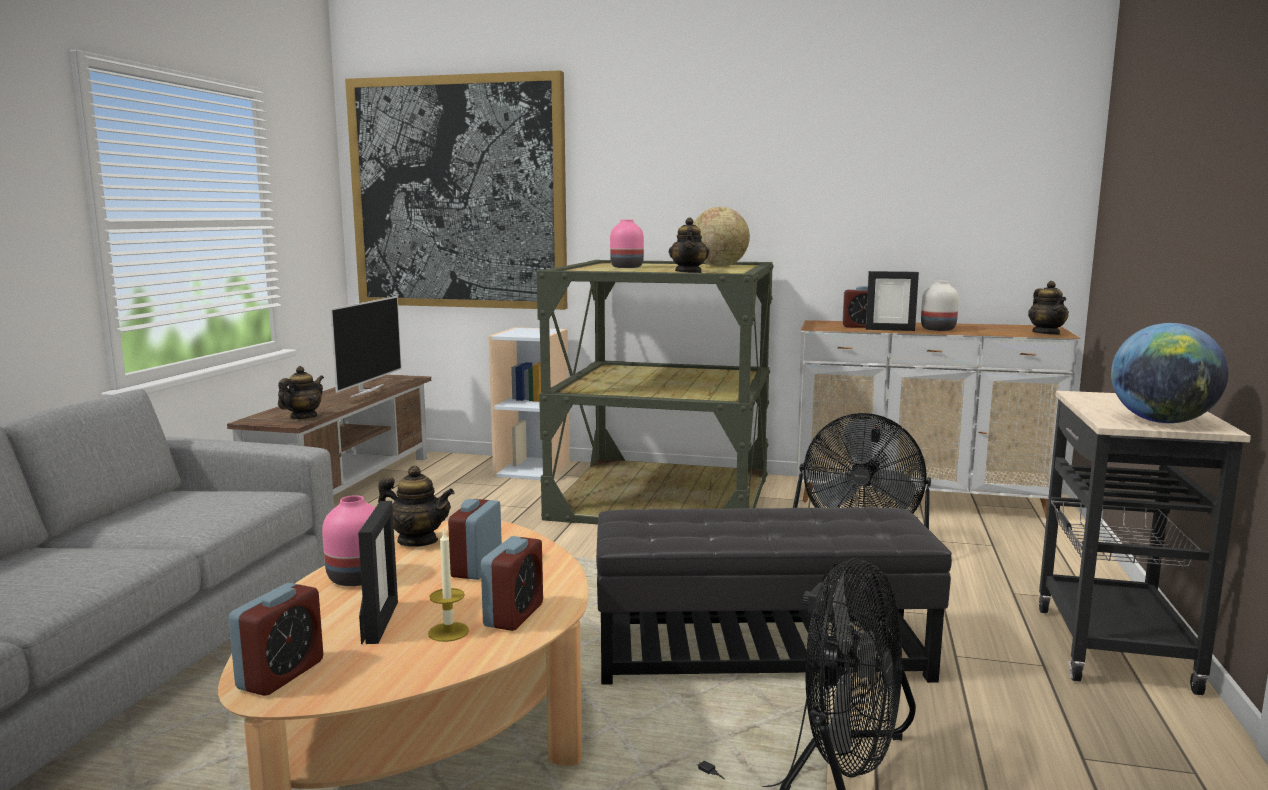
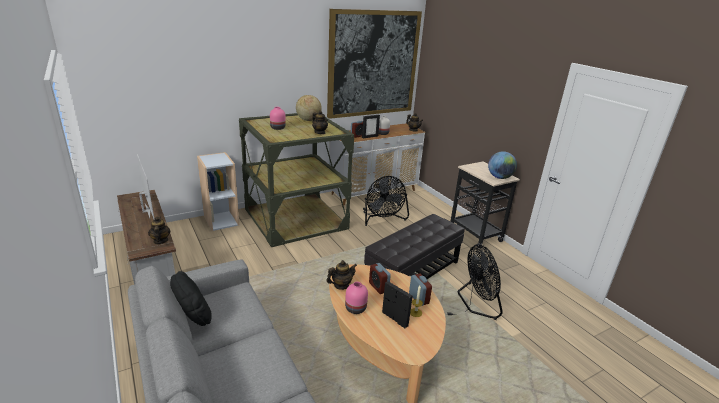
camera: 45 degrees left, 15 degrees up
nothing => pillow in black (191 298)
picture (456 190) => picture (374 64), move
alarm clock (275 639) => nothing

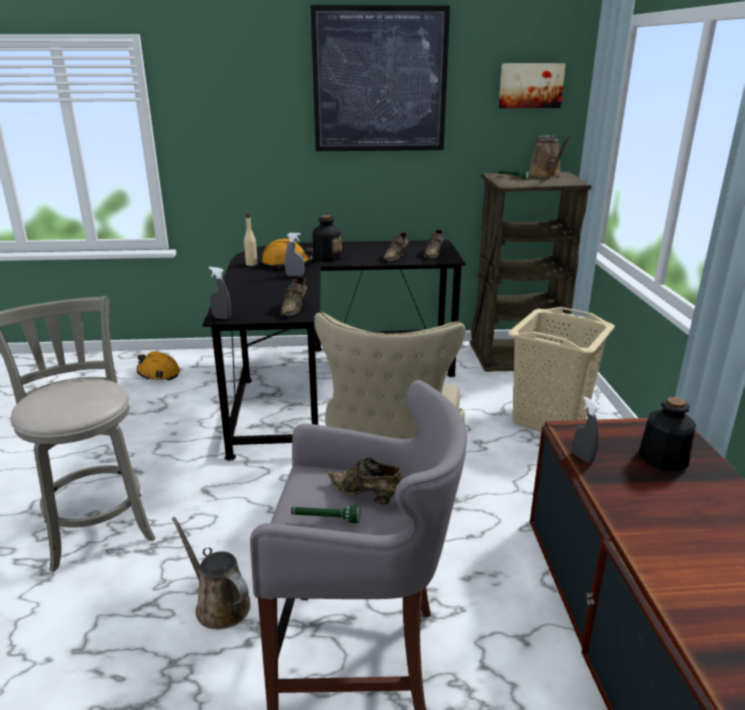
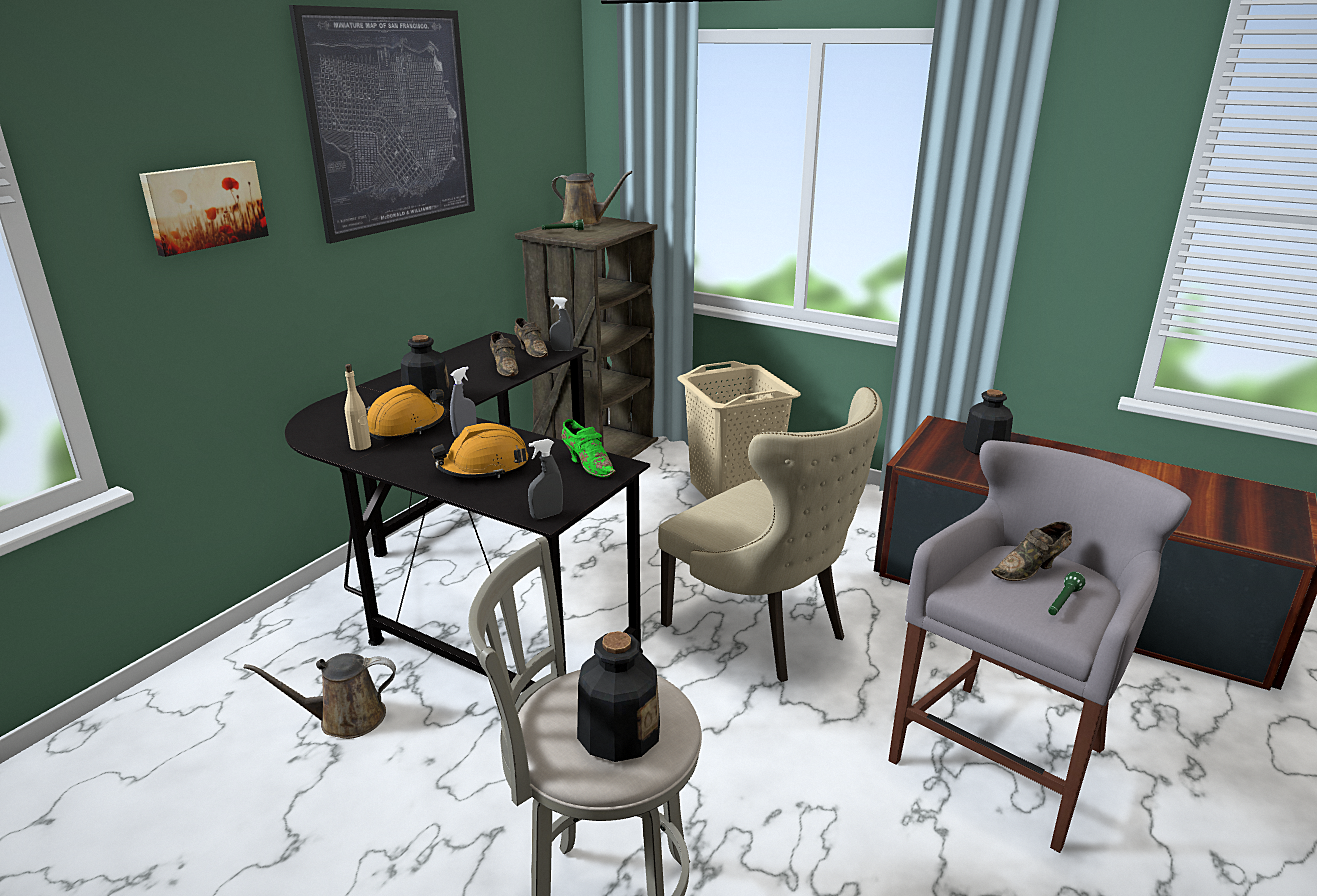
camera: 55 degrees left, 0 degrees up
picture (532 86) => picture (204 208), move
watering can in brown (211 573) => watering can in brown (319 696), move
hard hat in orange (158 365) => hard hat in orange (479 450), move
spray bottle in grey (586 430) => spray bottle in grey (561 324), move
shoe in brown (294 296) => shoe in green (588 448)
nothing => bottle (618 696)

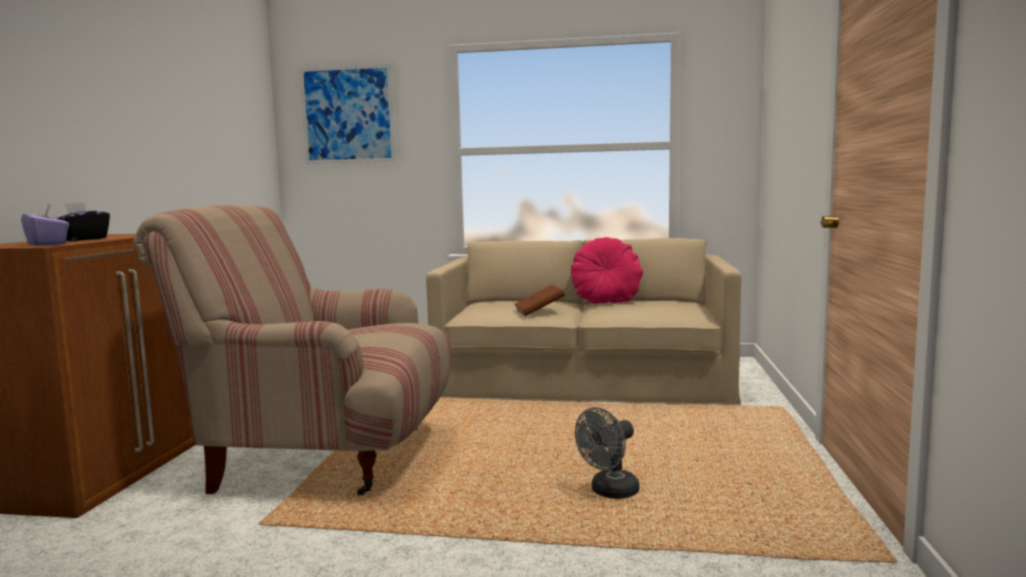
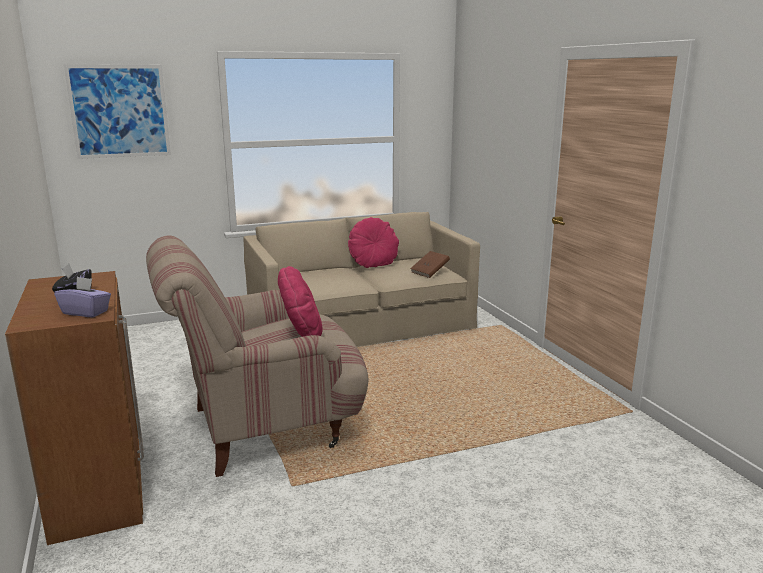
camera: 30 degrees left, 10 degrees up
nothing => pillow in pink (300 301)
book in brown (539 300) => book in brown (430 264), move
fan in grey (607 453) => nothing

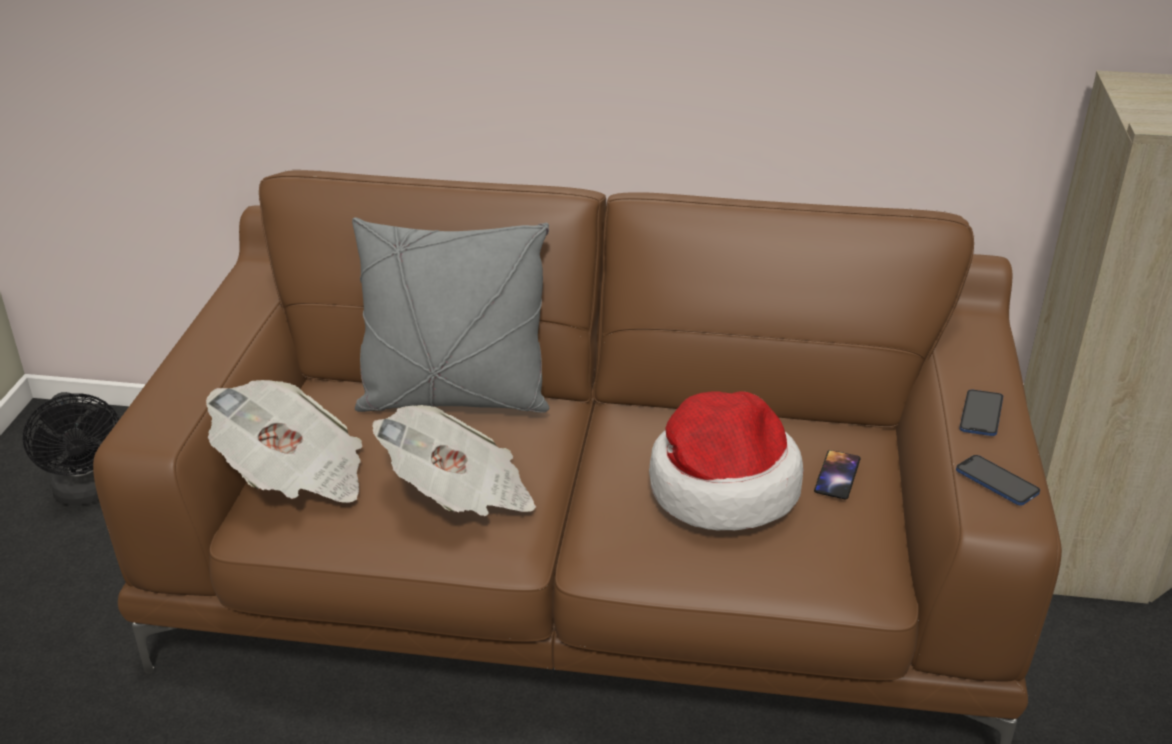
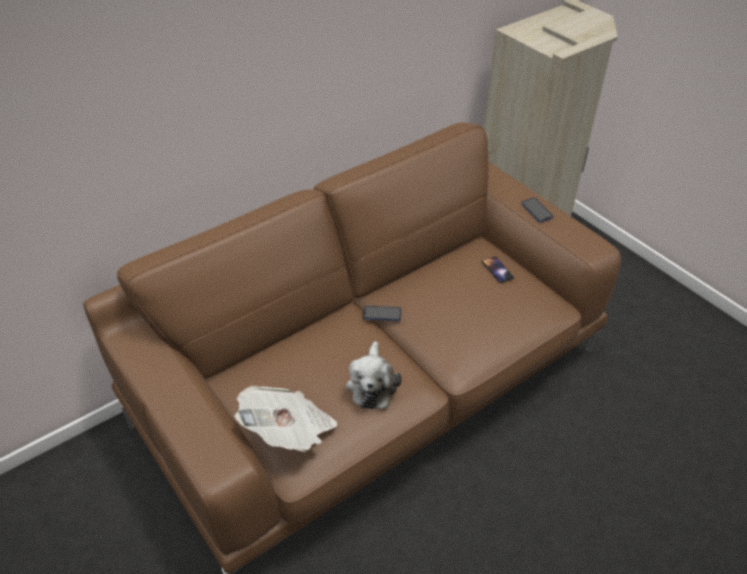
camera: 45 degrees left, 10 degrees up
newspaper (454 460) => plush toy (374 375)
phone (998 480) => phone (382 313), move
fan in black (71 449) => nothing
pillow in grey (450 315) => nothing
hat (726 460) => nothing

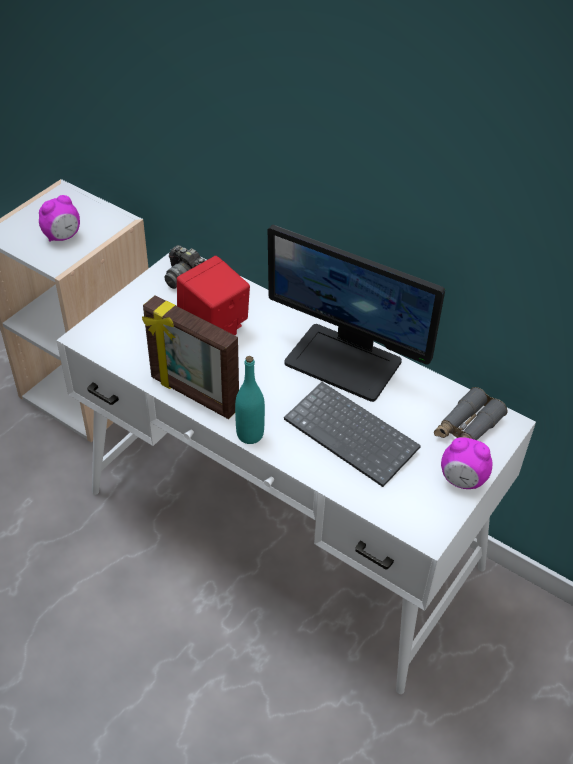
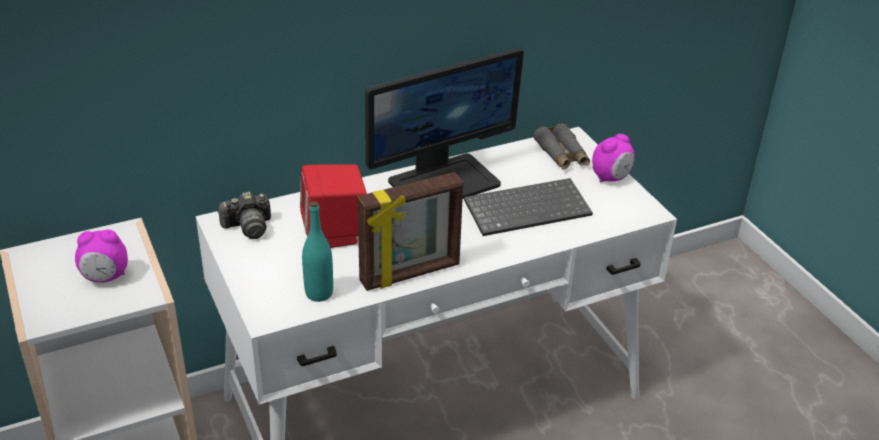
camera: 60 degrees left, 10 degrees down
alarm clock (59 218) => alarm clock (101 256), 90 degrees clockwise
bottle in turquoise (250 400) => bottle in turquoise (317 251), move

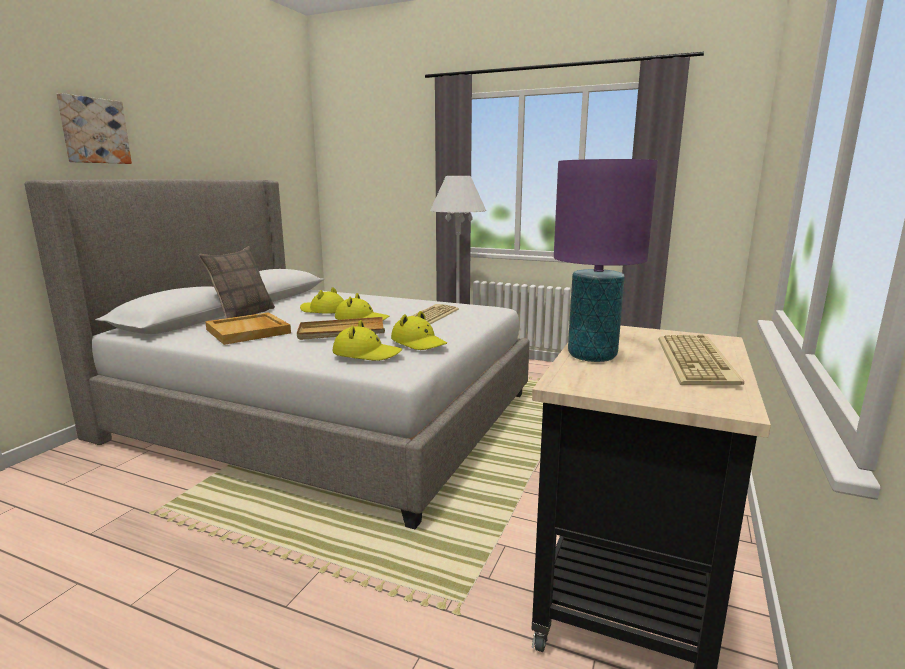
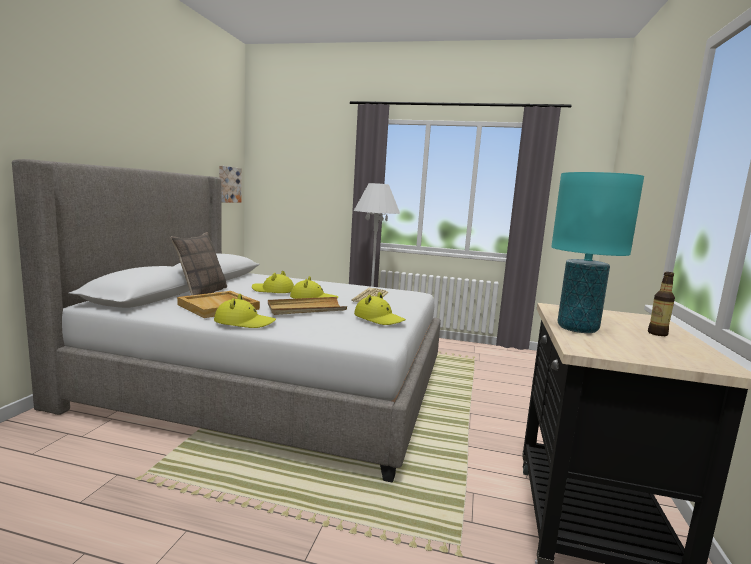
camera: 10 degrees left, 5 degrees down
hat in yellow (367 340) => hat in yellow (245 311), move
picture (94 128) => picture (230 184), move
table lamp in purple (606 260) => table lamp in turquoise (597 252)
keyboard (701 360) => bottle (661 304)

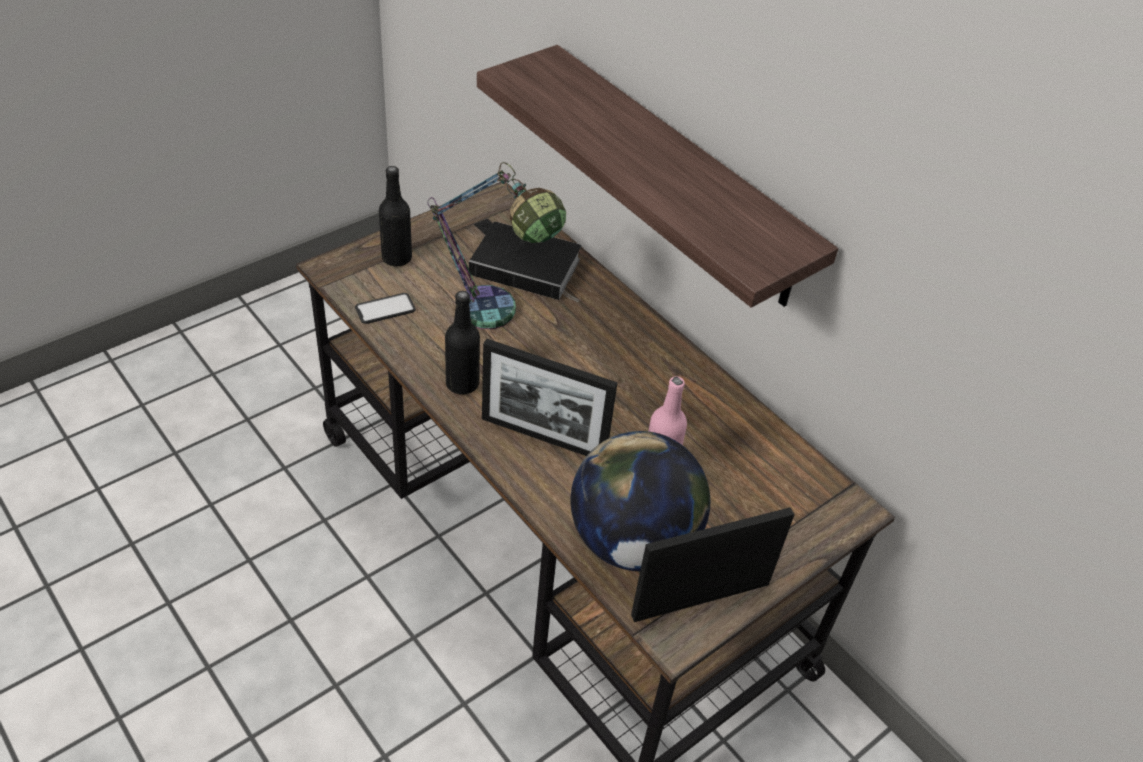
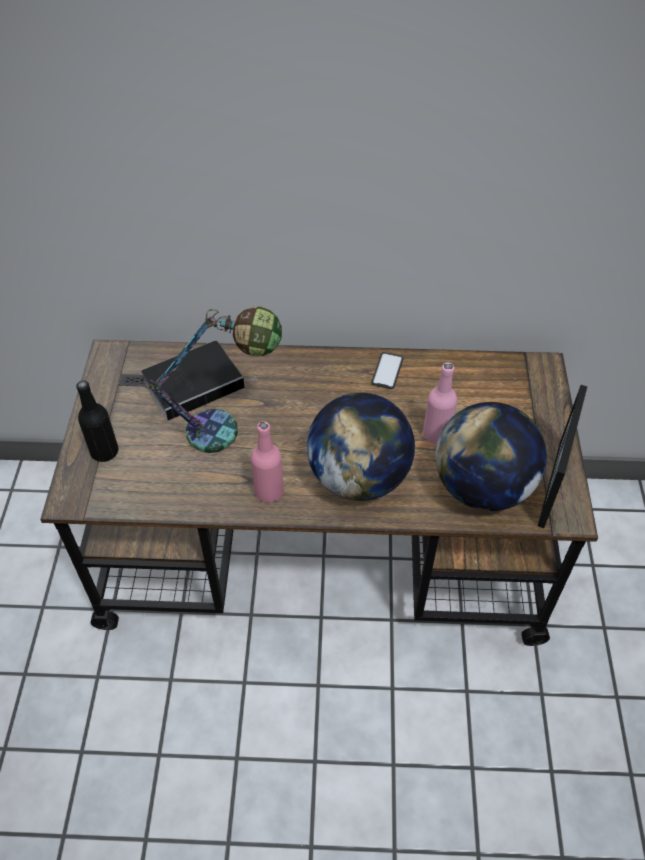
camera: 45 degrees left, 5 degrees up
bottle in black (462 343) => bottle in pink (267 461)
picture frame (550 397) => globe (361 447)
phone (385 308) => phone (387 370), move
shelf (657 176) => nothing

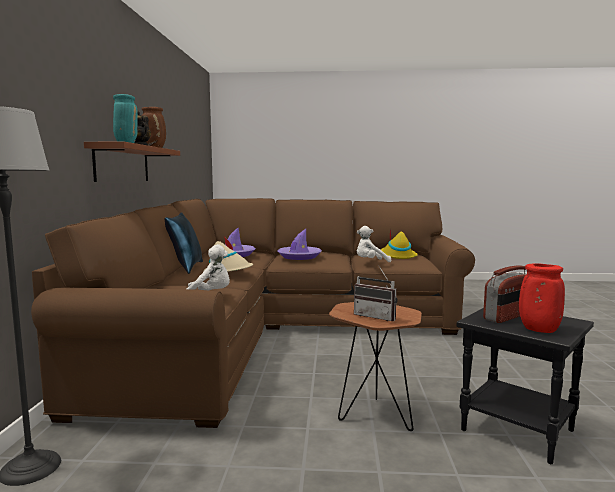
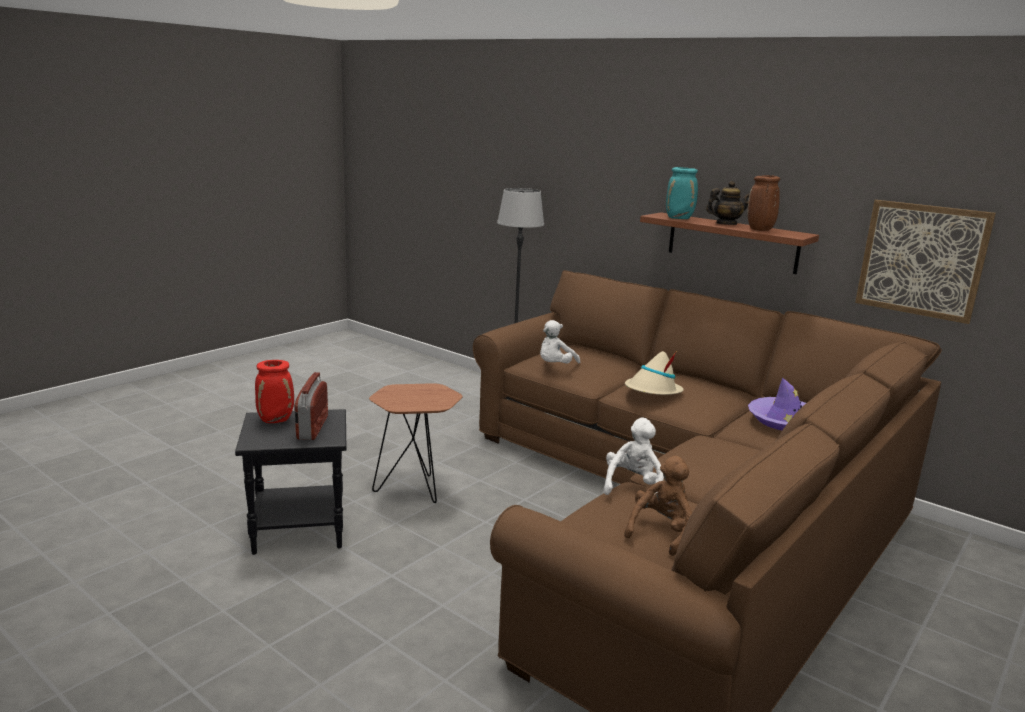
camera: 125 degrees right, 10 degrees up
hat in yellow (399 244) => plush toy in brown (658 506)
nothing => picture (925 262)
pillow in blue (184 243) => nothing
hat in purple (300 244) => nothing
radio (375 293) => nothing

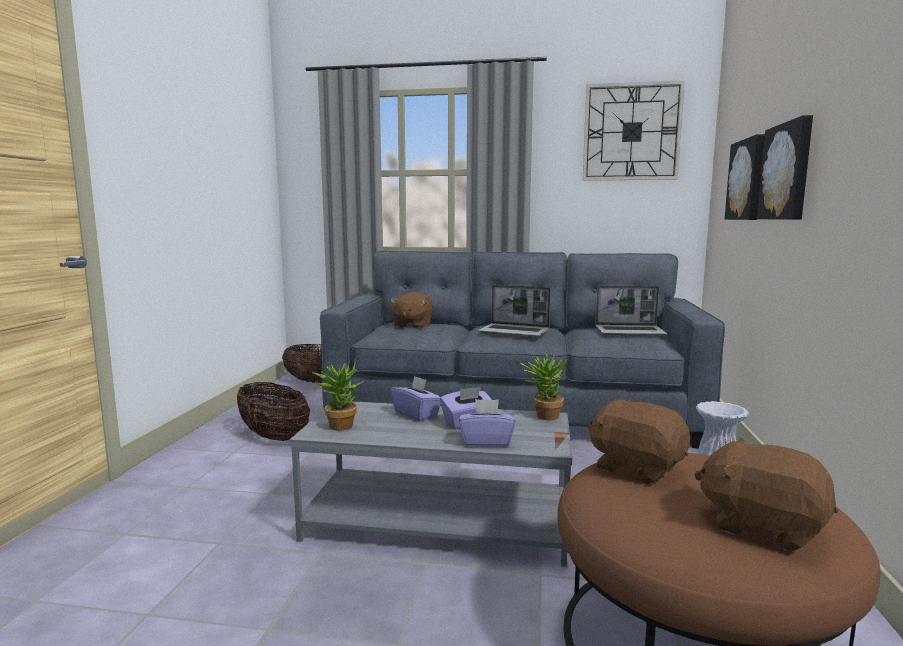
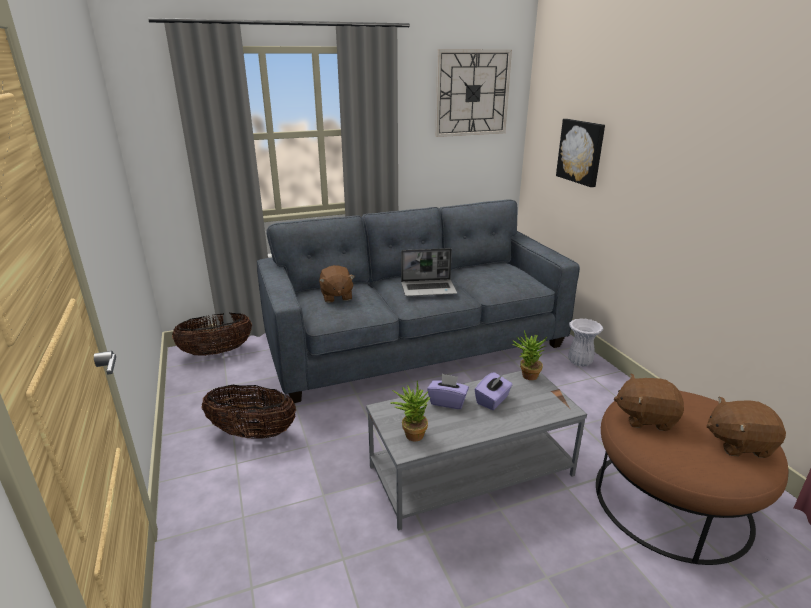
camera: 30 degrees left, 15 degrees up
tissue box in purple (487 423) => nothing
laptop (631 310) => nothing
picture (785 167) => nothing

